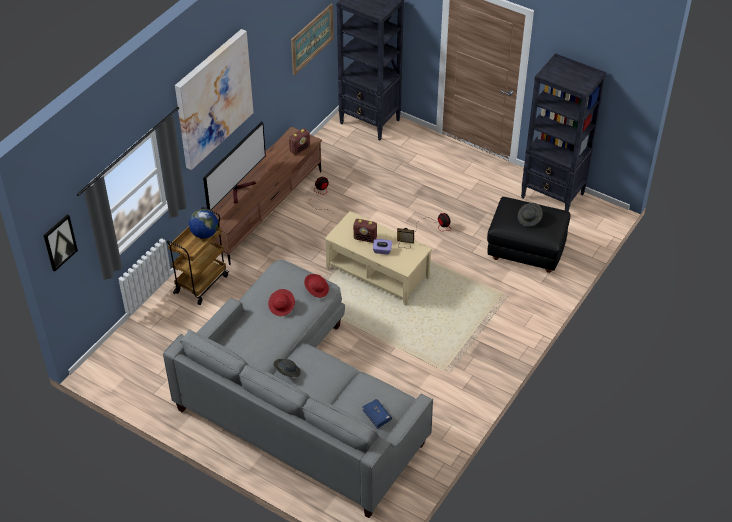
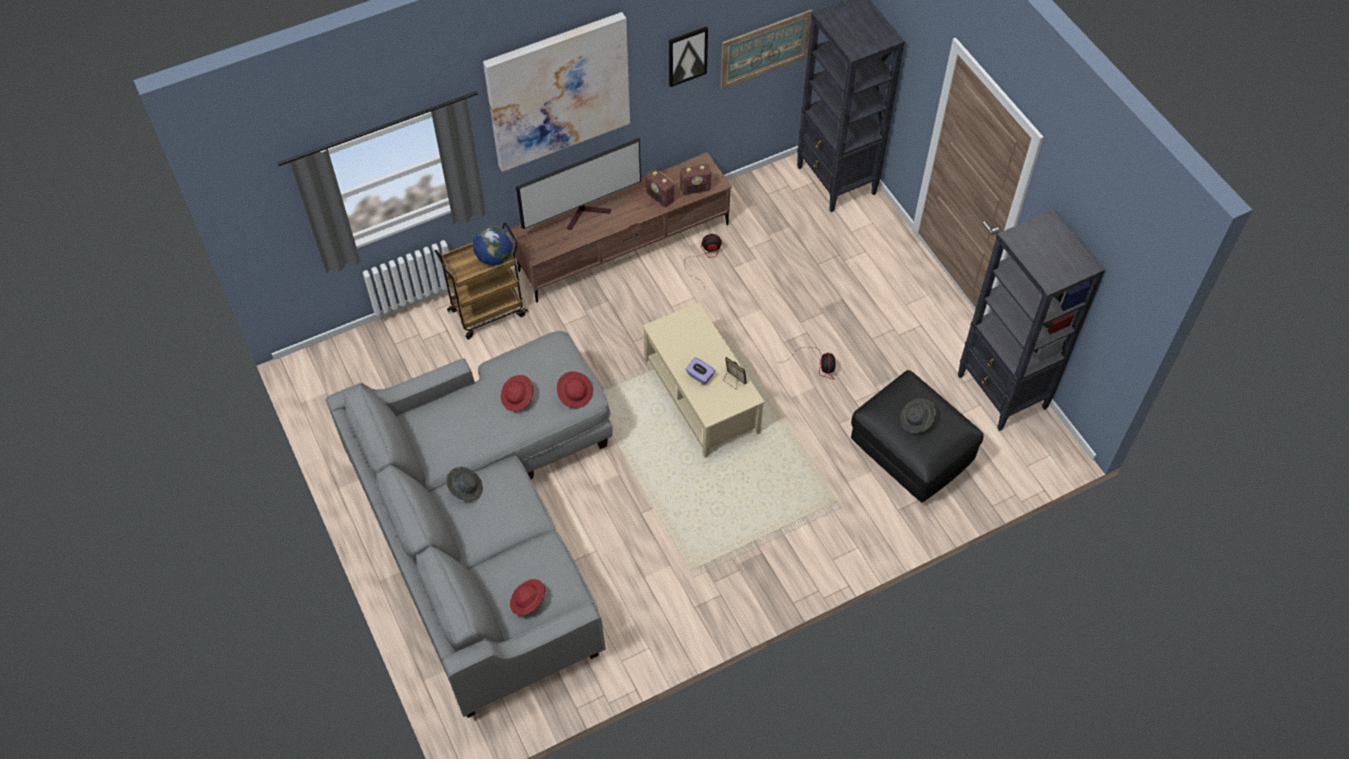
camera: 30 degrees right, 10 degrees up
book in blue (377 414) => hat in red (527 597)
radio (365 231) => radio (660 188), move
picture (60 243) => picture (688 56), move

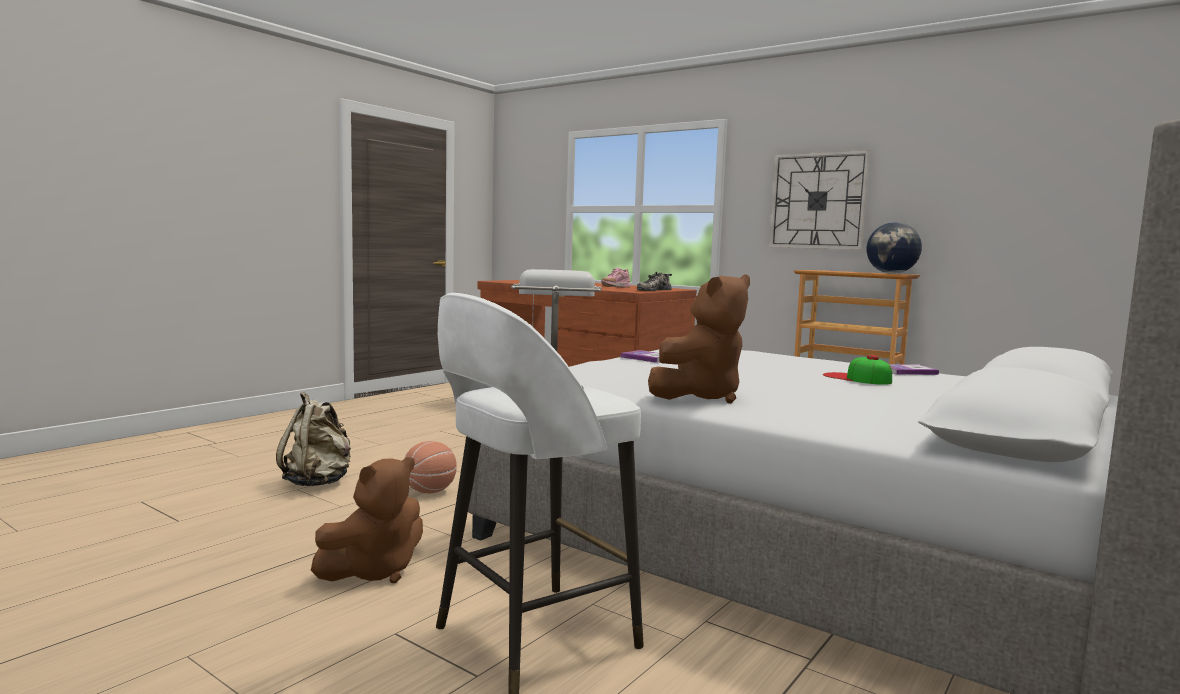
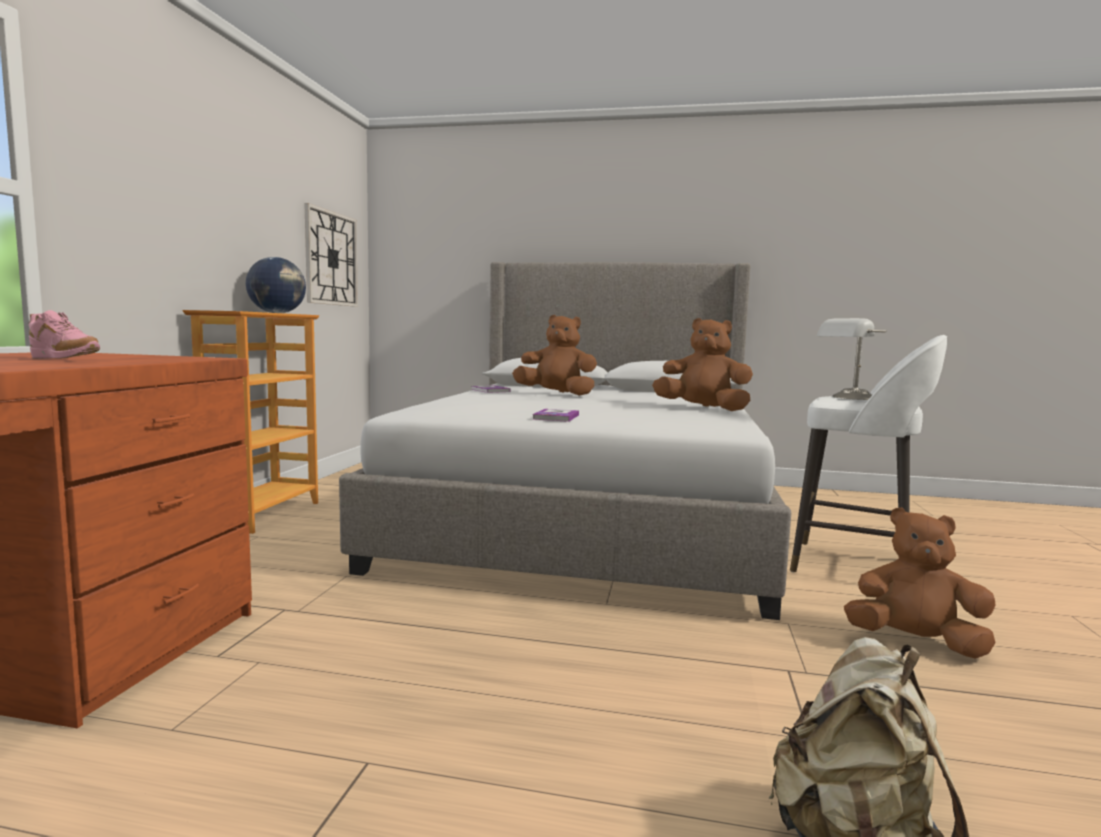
camera: 115 degrees left, 0 degrees up
wall clock (819 200) => wall clock (331 255), move
cap (857 370) => plush toy in brown (554 355)
basketball (430 467) => nothing
shoe (654 281) => nothing

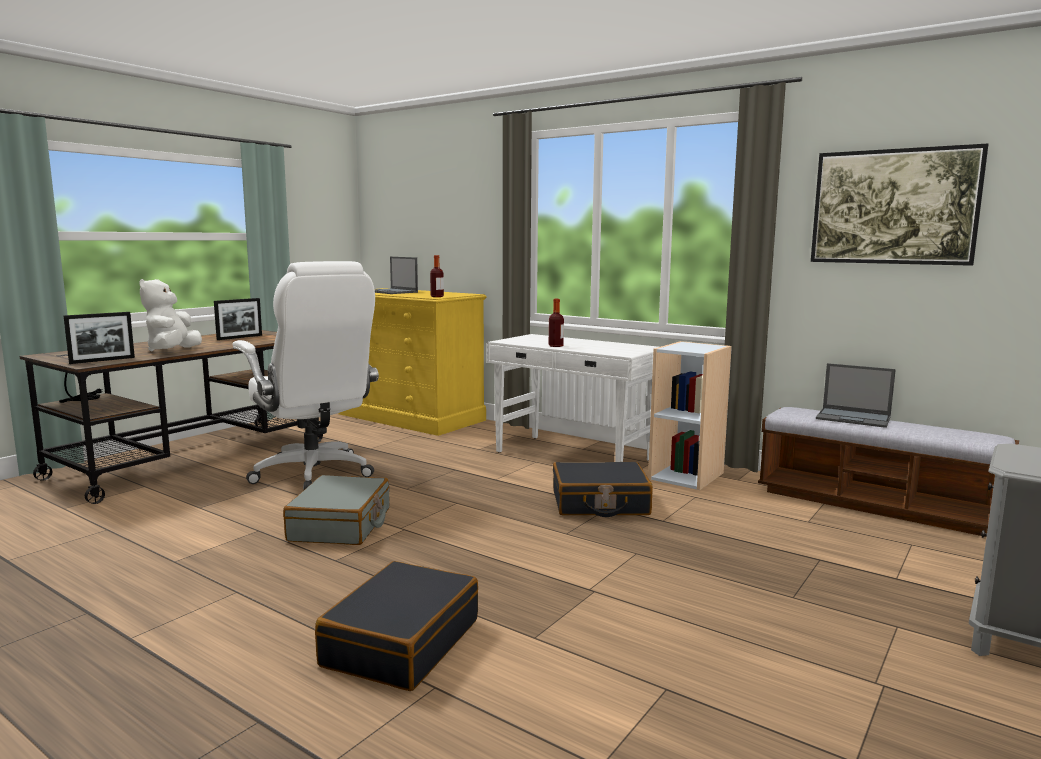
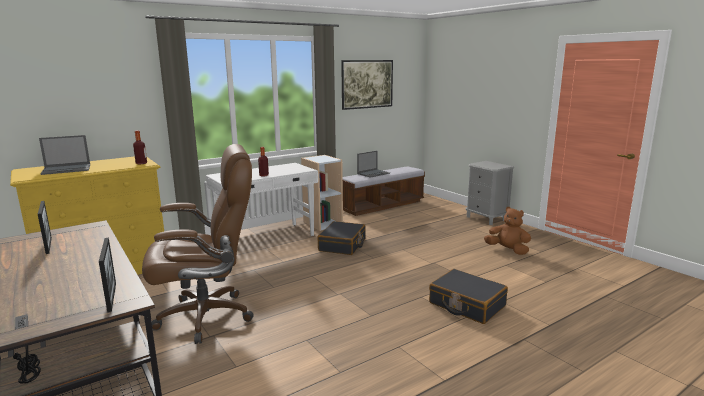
camera: 70 degrees left, 5 degrees up
office chair in white (305 375) => office chair in brown (198 244)
nothing => plush toy in brown (507 231)
plush toy in white (170 315) => nothing
suitcase in grey (336 510) => nothing

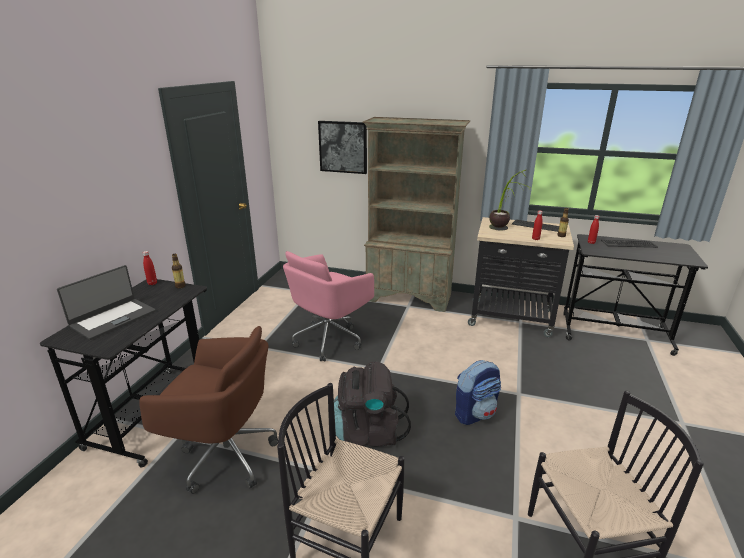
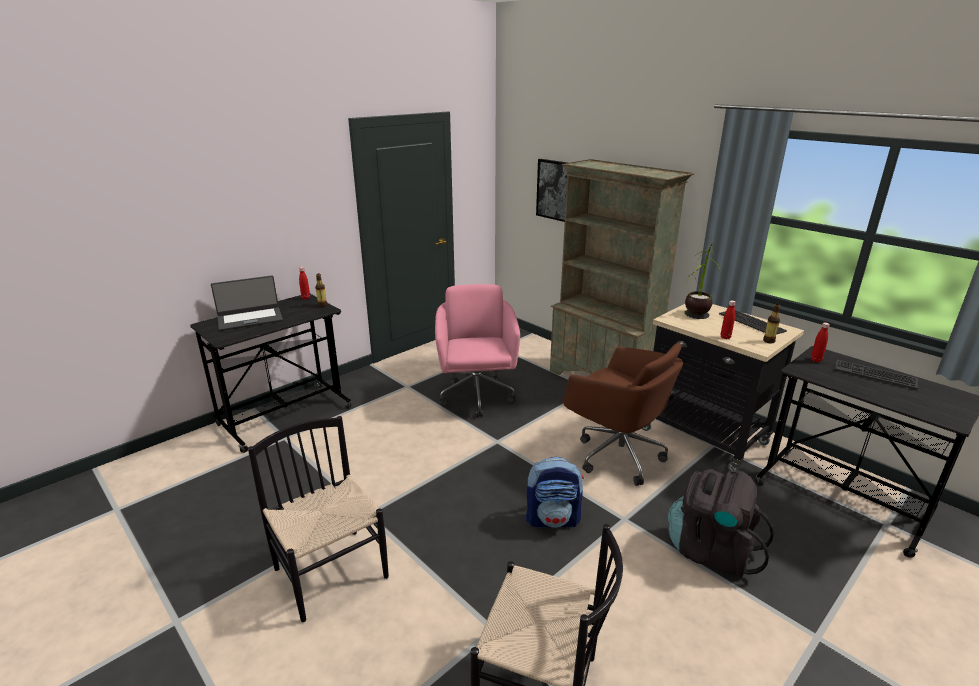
camera: 30 degrees right, 0 degrees up
office chair in pink (328 306) => office chair in pink (477 350), 105 degrees clockwise
office chair in brown (208 410) => office chair in brown (623 414), move
backpack in black (372 404) => backpack in black (721 523), move

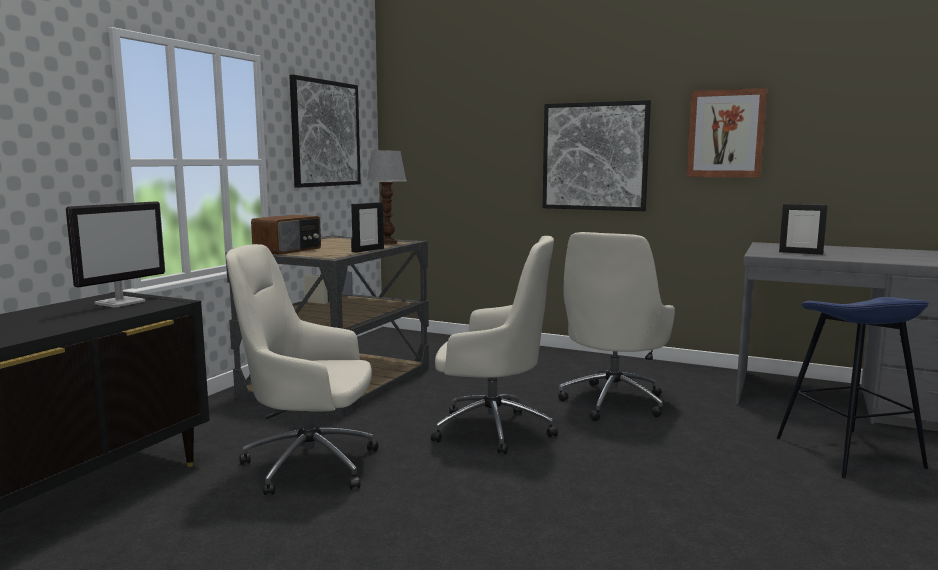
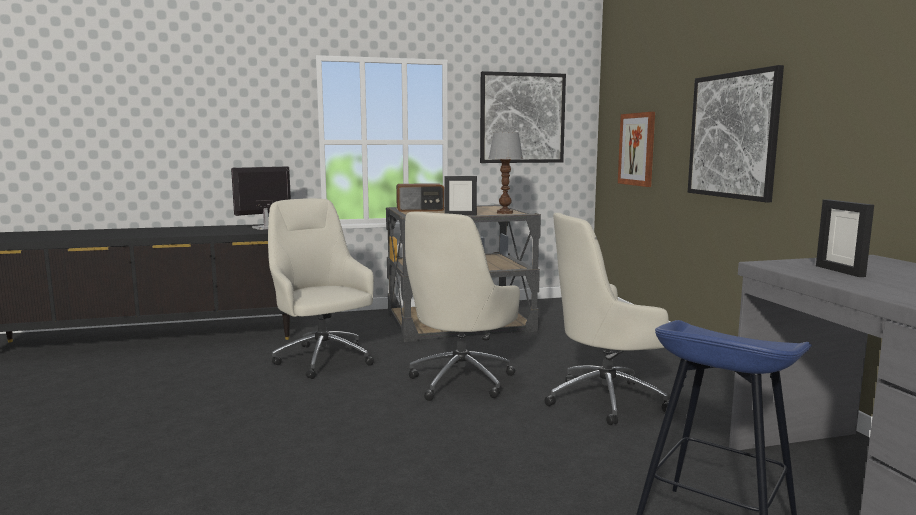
camera: 50 degrees right, 0 degrees up
monitor (115 254) => monitor (261 198), 150 degrees clockwise
office chair in beige (494 345) => office chair in beige (462 306), 60 degrees clockwise
picture (727 133) => picture (636 149), move

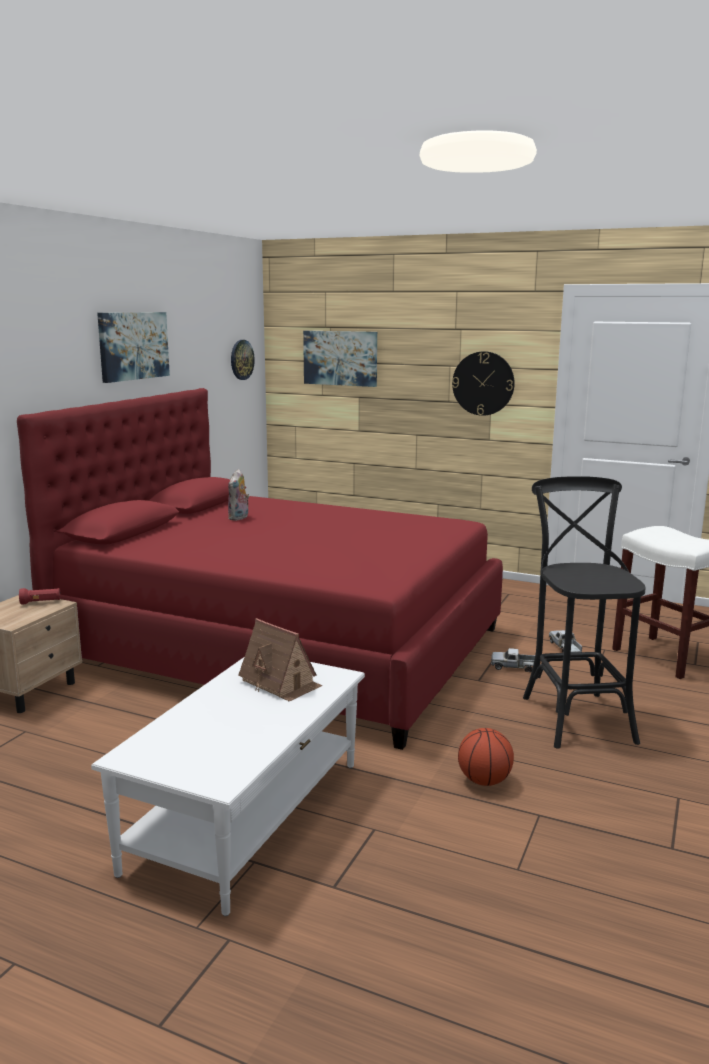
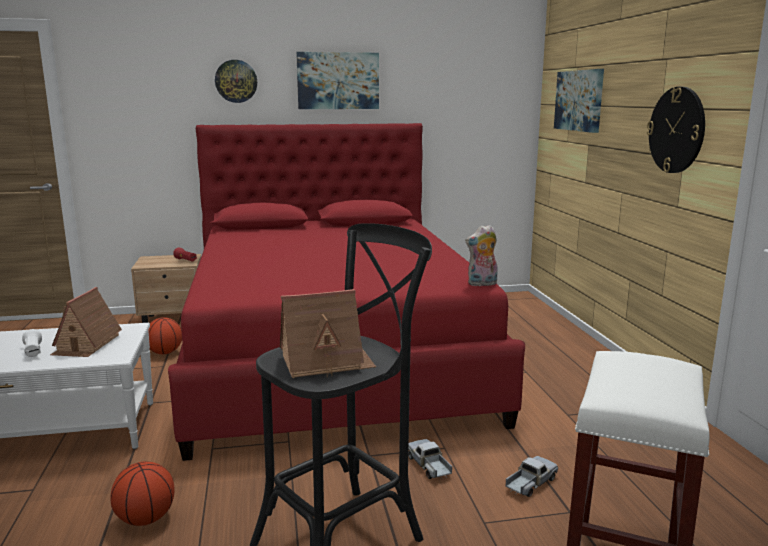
camera: 55 degrees right, 0 degrees up
nothing => flashlight in white (32 343)
nothing => basketball (165 335)
wall clock (243 360) => wall clock (236 81), move
nothing => toy house (328 333)
plush toy (239 495) => plush toy (481 255), move

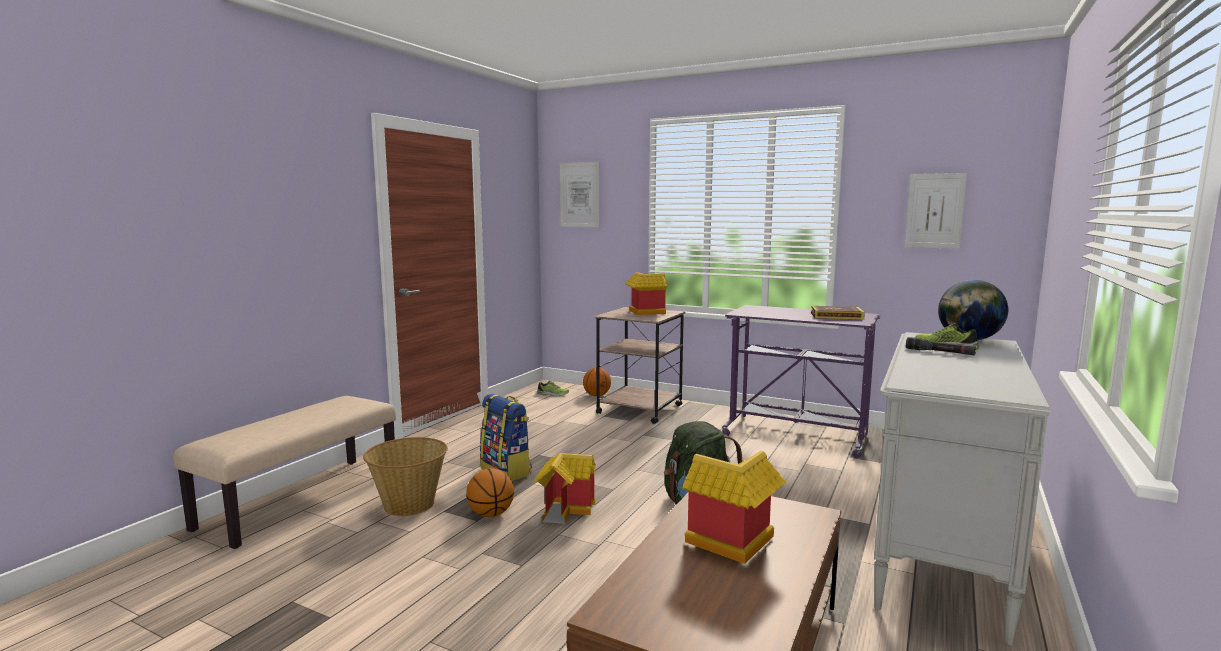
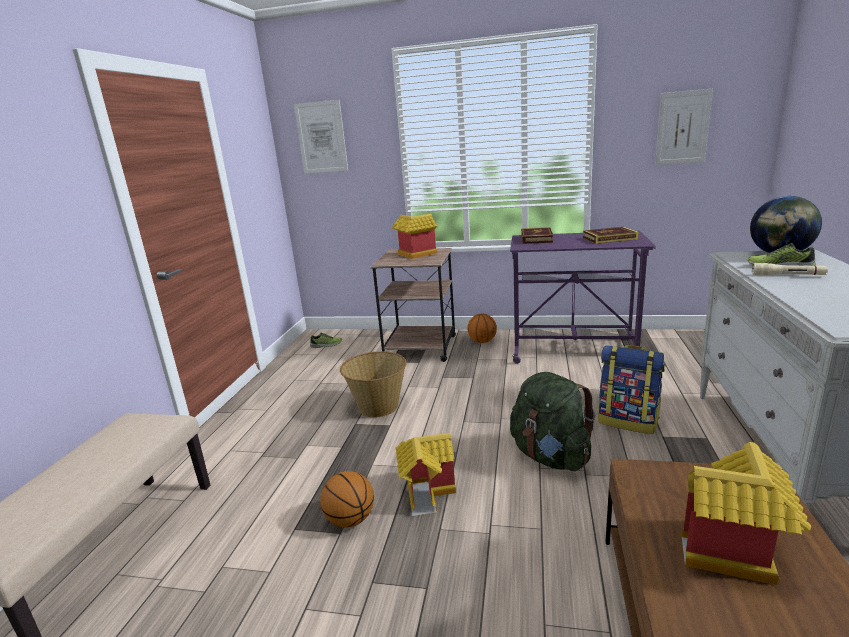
camera: 15 degrees left, 10 degrees up
basket (405 476) => basket (373 384), move
basketball (597 382) => basketball (482 328), move
nothing => book (537 235)
backpack (506 437) => backpack (631 389), move
flashlight in black (941 346) => flashlight in beige (790 269)

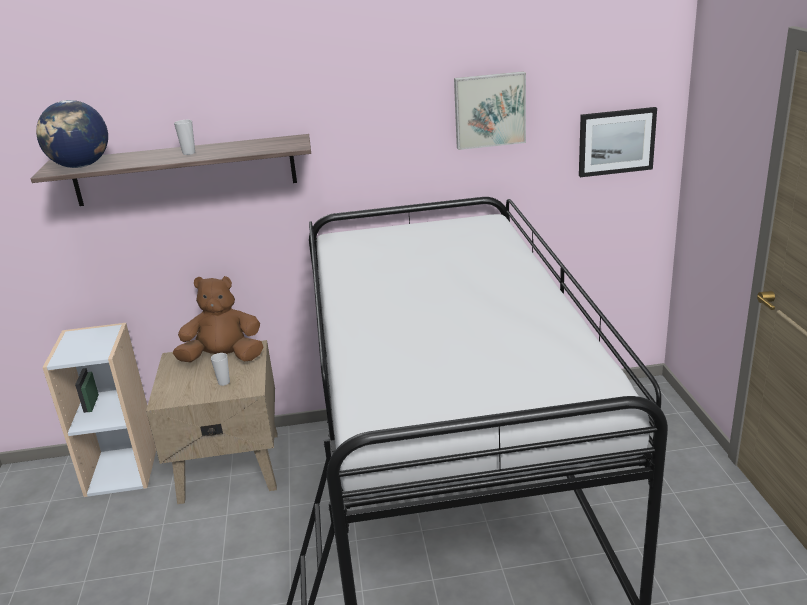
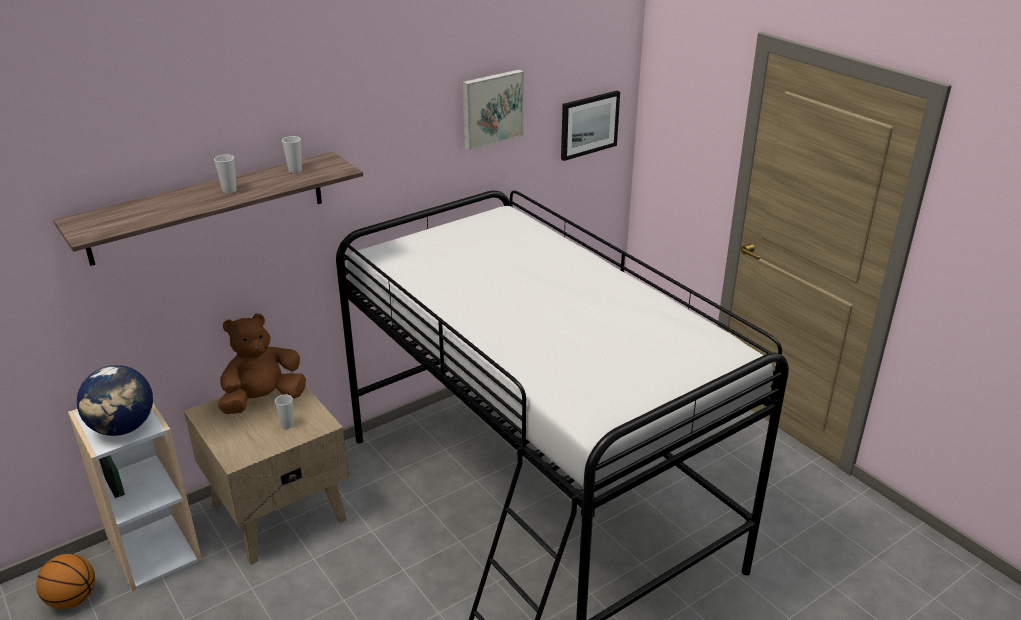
camera: 30 degrees left, 5 degrees up
nothing => basketball (65 581)
globe (72 134) => globe (115 400), move
nothing => cup (292 154)

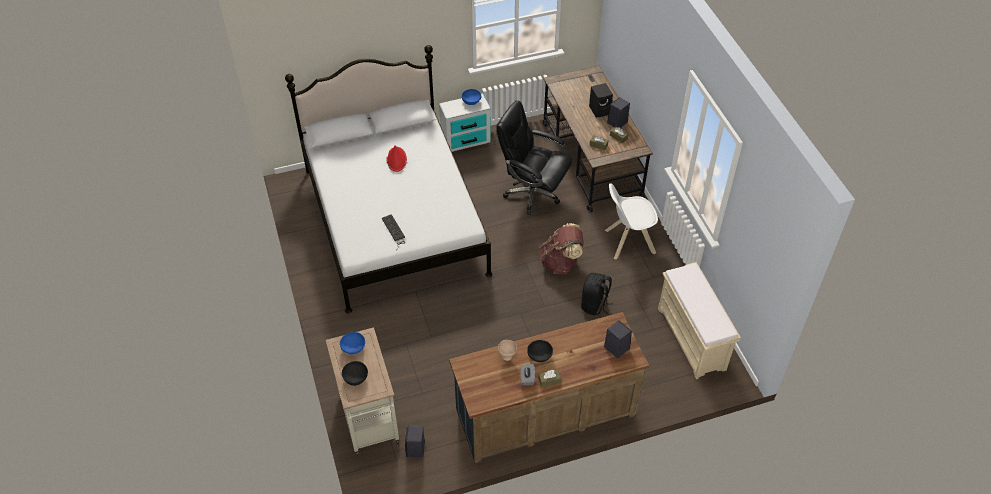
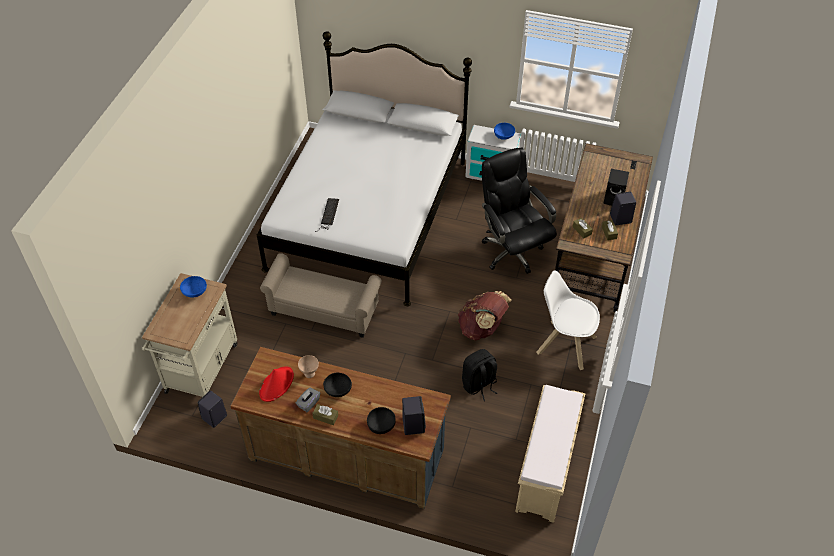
camera: 35 degrees right, 0 degrees up
hat in red (396 159) => hat in red (276 384), move
nothing => ottoman in beige (321 295)
bowl in black (355 373) => bowl in black (381 420), move

